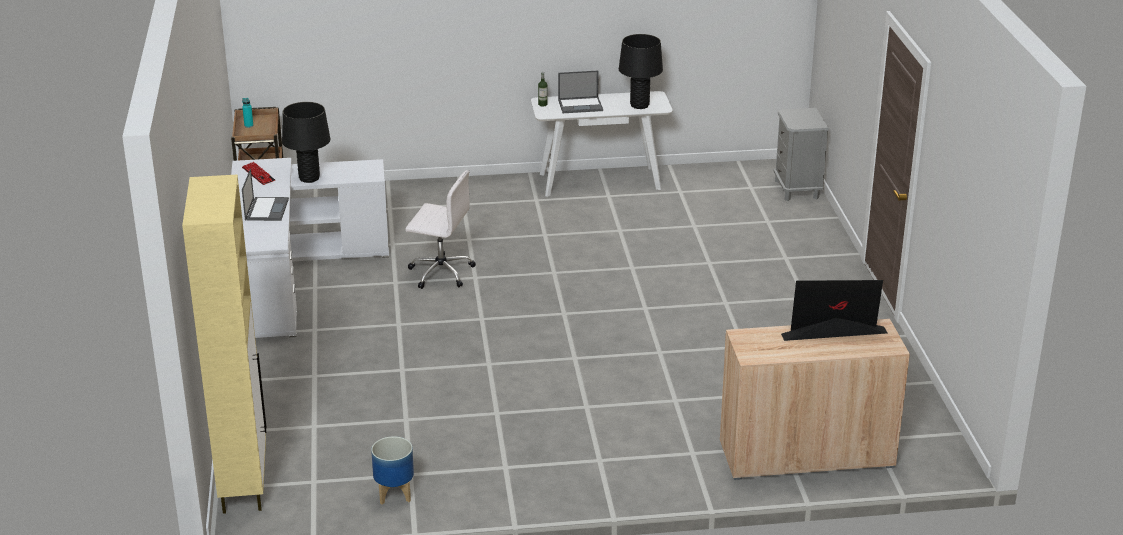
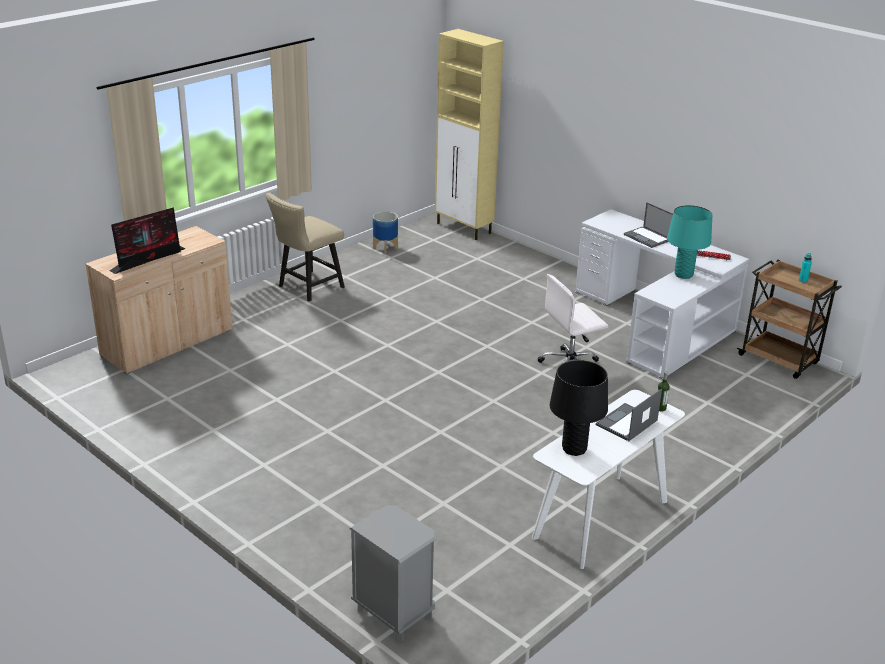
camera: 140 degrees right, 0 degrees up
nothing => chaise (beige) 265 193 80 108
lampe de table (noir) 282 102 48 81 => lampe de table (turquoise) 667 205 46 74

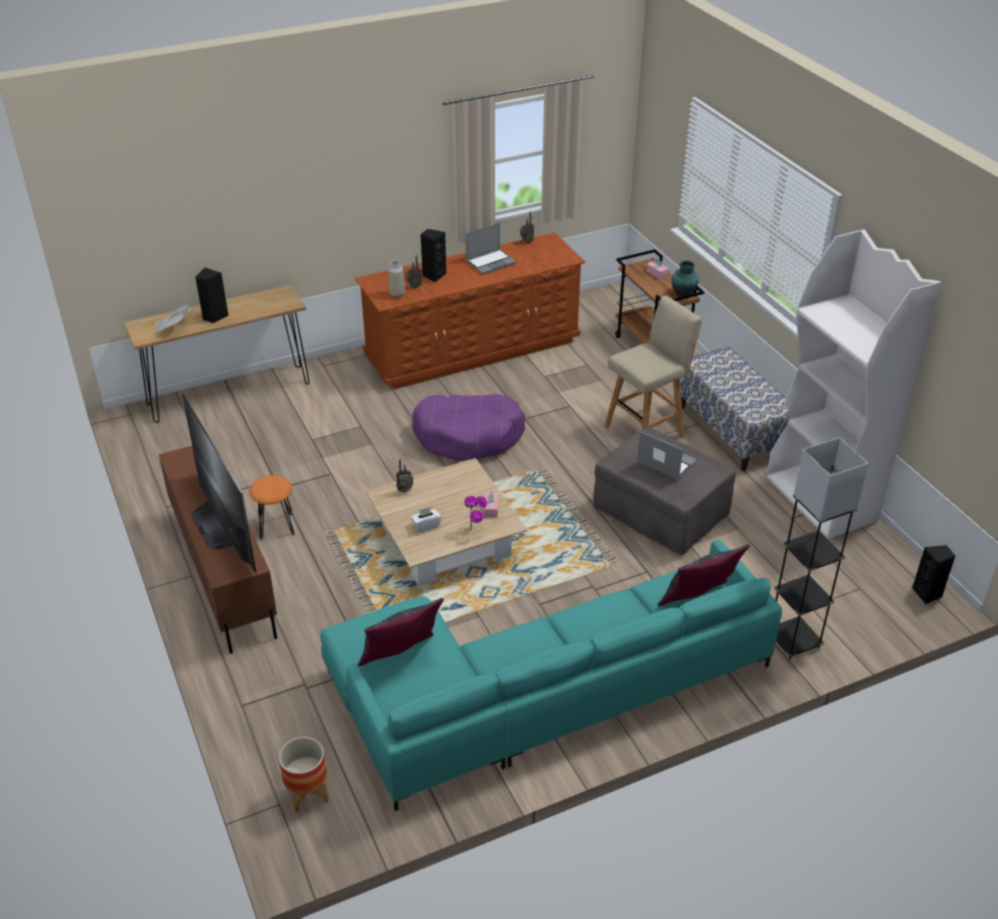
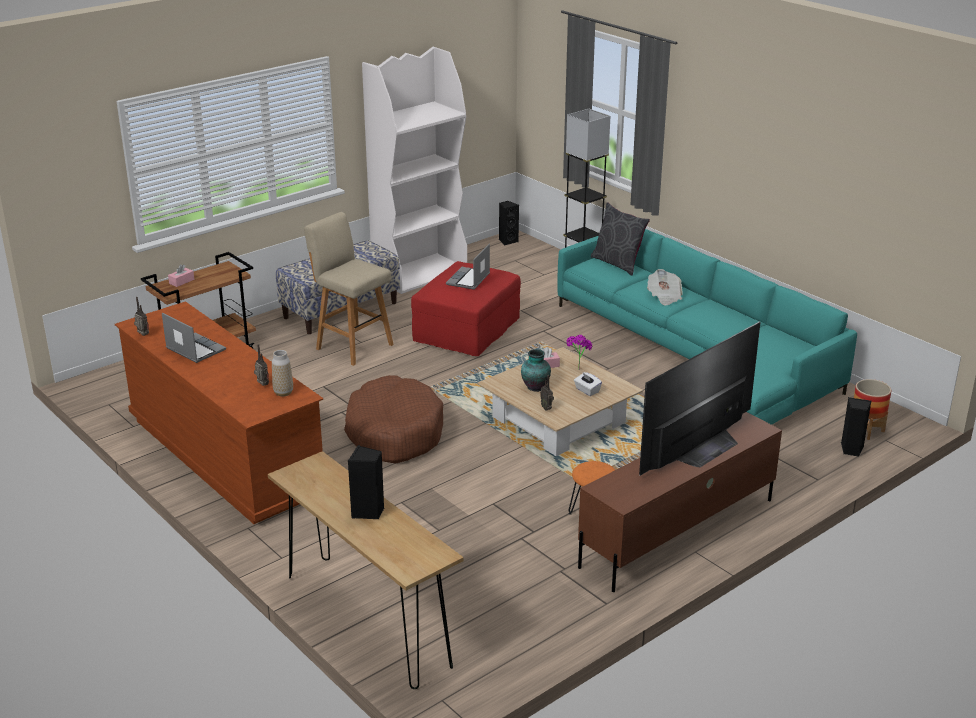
camera: 105 degrees left, 10 degrees down
coussin (gris) 358 598 86 68 => nothing
journal 156 304 34 29 => journal 647 269 36 36, shifted
enceinte (noir) 421 229 26 54 => enceinte (noir) 841 397 31 60, shifted
vase 672 261 27 36 => vase 521 349 30 43, shifted
panier pour chien (violet) 412 394 113 67 => panier pour chien (marron) 344 375 99 89
pouf (gris) 593 427 143 128 => pouf (rouge) 411 261 110 95

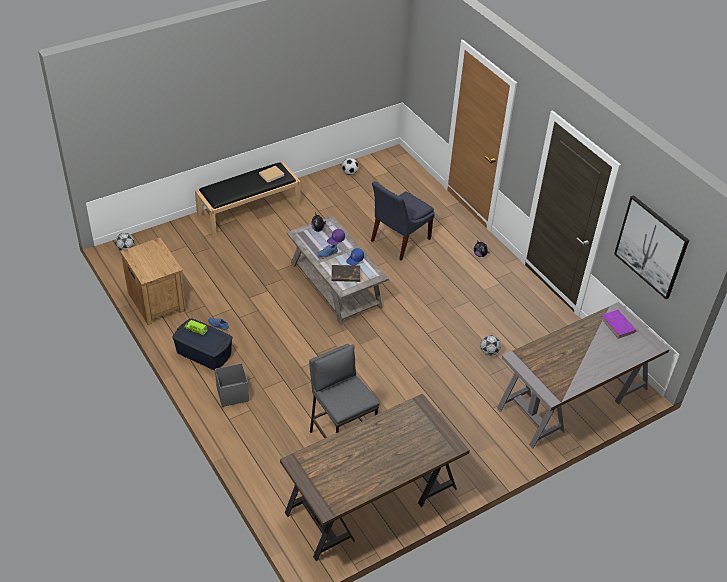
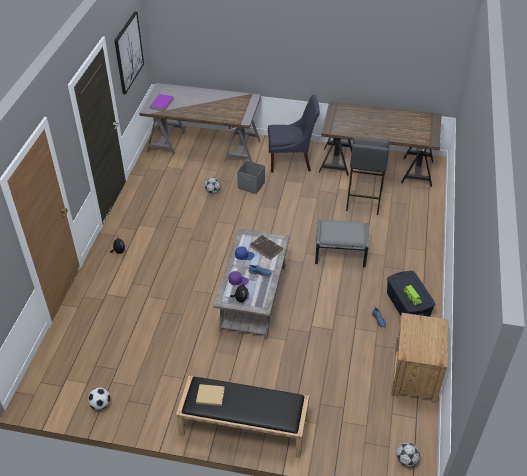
camera: 135 degrees left, 0 degrees up
nothing => pouf (gris) 315 220 54 48
boîte de rangement (gris) 215 363 34 44 => boîte de rangement (gris) 237 160 28 34, shifted
chaise (bleu) 371 181 64 79 => chaise (bleu) 268 94 52 79, shifted

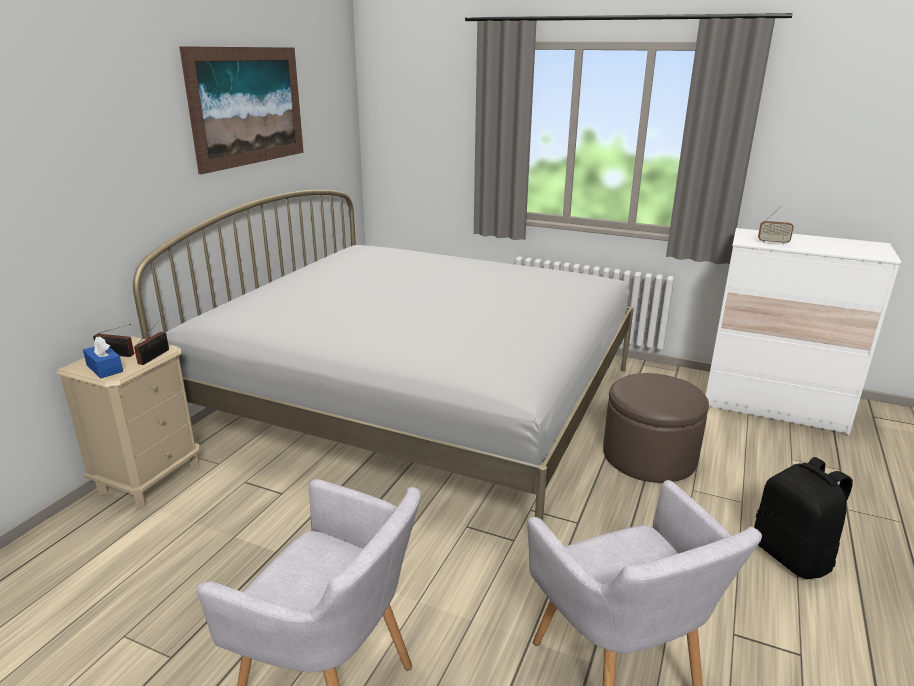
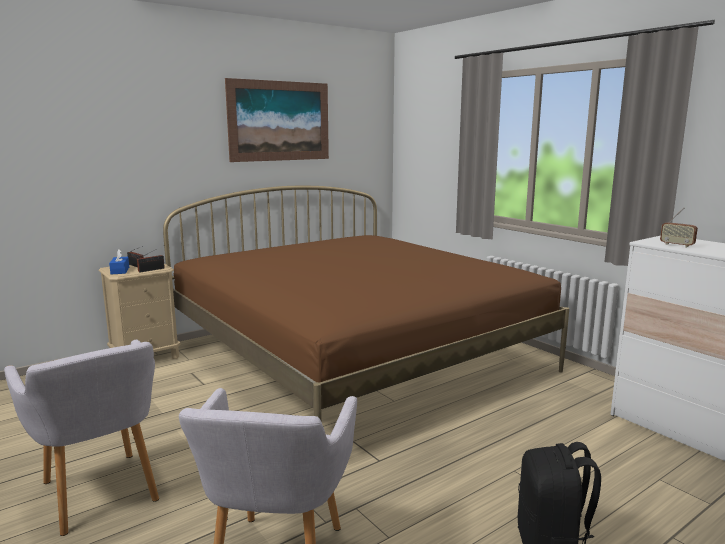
camera: 30 degrees right, 10 degrees down
pouf (marron) 603 373 106 110 => nothing
lit (blanc) 133 190 501 331 => lit (marron) 163 186 406 236

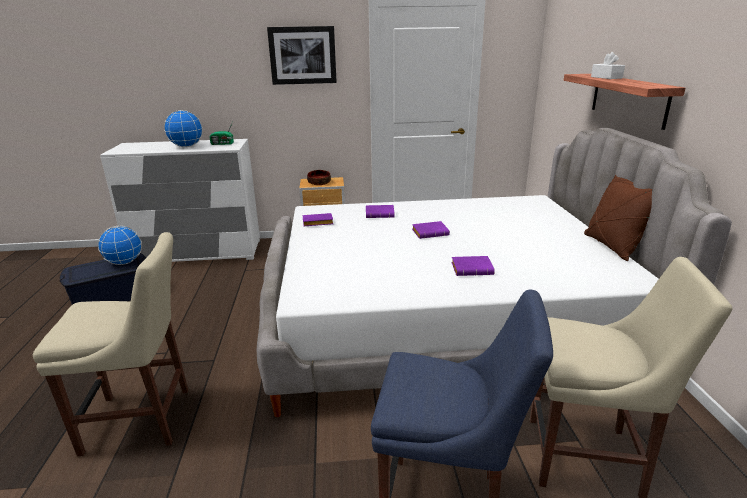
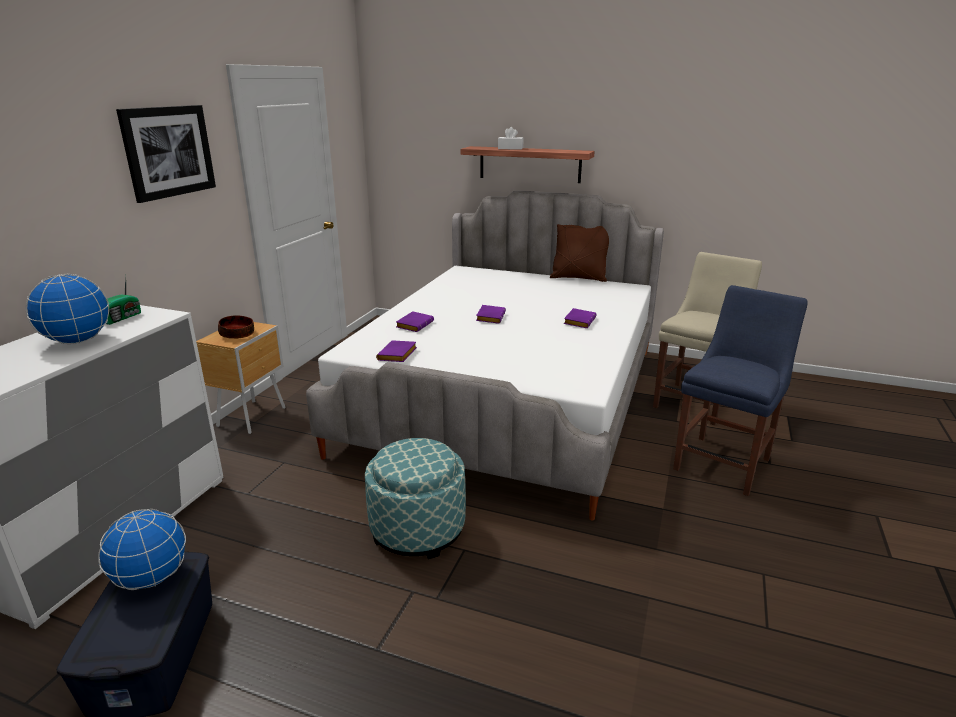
camera: 65 degrees left, 0 degrees up
chaise (beige) 33 232 155 225 => nothing
nothing => pouf 365 438 101 121

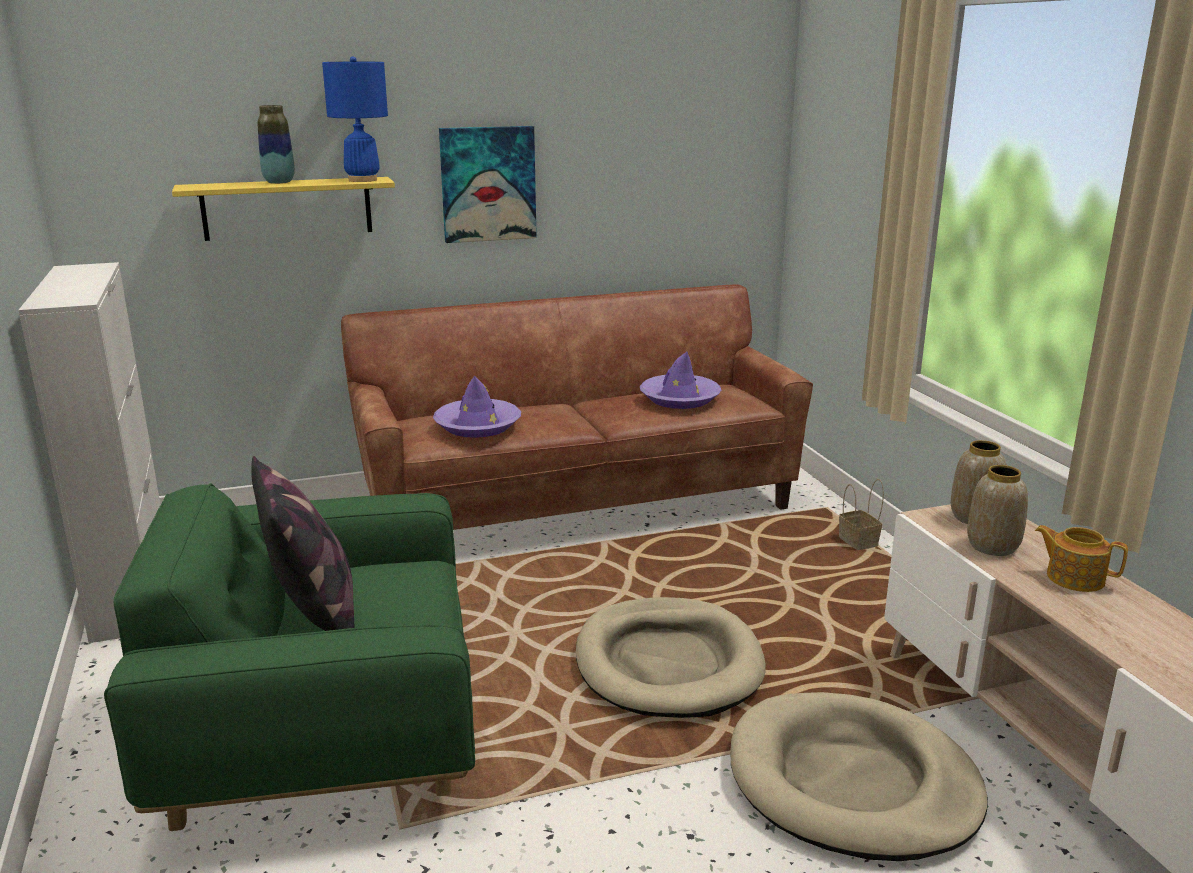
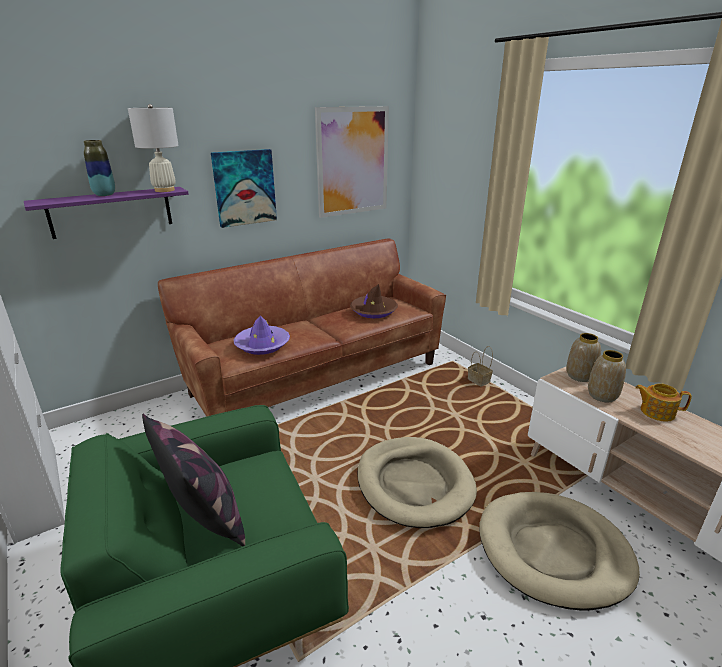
camera: 15 degrees left, 5 degrees up
nothing => tableau 315 106 74 112
étagère (jaune) 172 177 223 64 => étagère (violet) 24 187 165 52
lampe de table (bleu) 322 57 66 125 => lampe de table (blanc) 128 104 51 88
chapeau (violet) 640 352 81 57 => chapeau (marron) 350 284 48 34

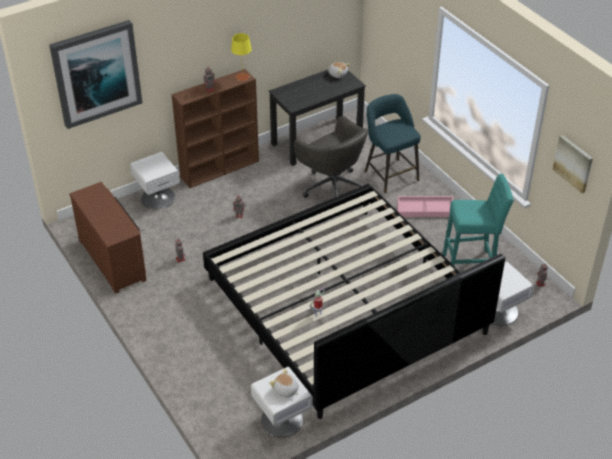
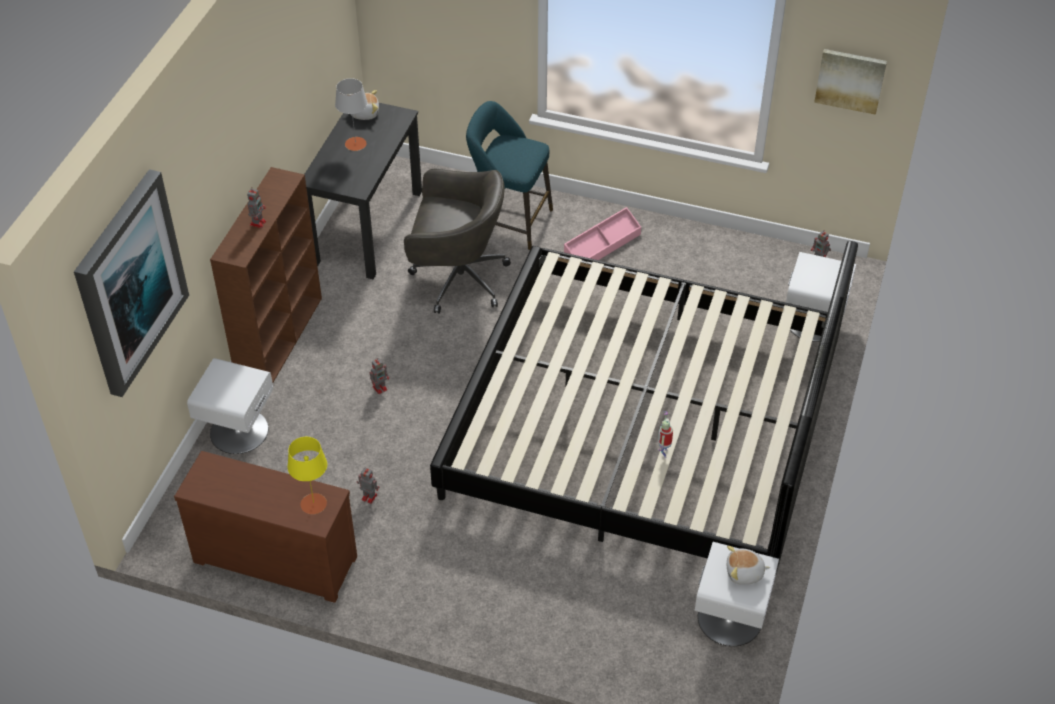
camera: 40 degrees left, 5 degrees up
tabouret (turquoise) 442 173 72 93 => nothing
nothing => lampe de table (gris) 335 78 33 73
lampe de table (jaune) 231 33 21 48 => lampe de table (jaune) 287 437 40 77, shifted

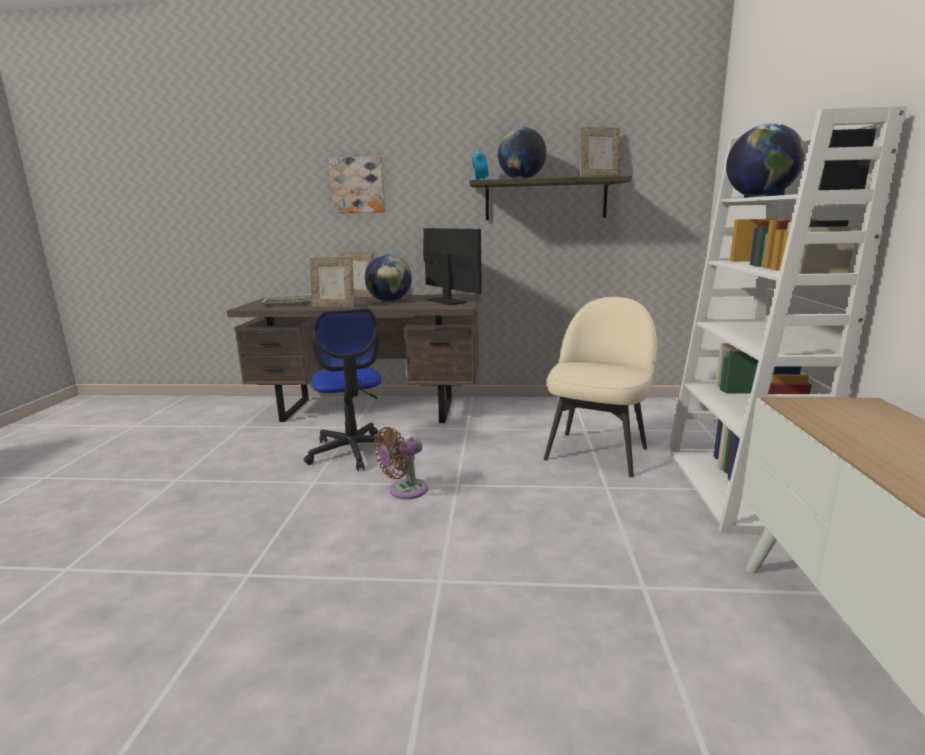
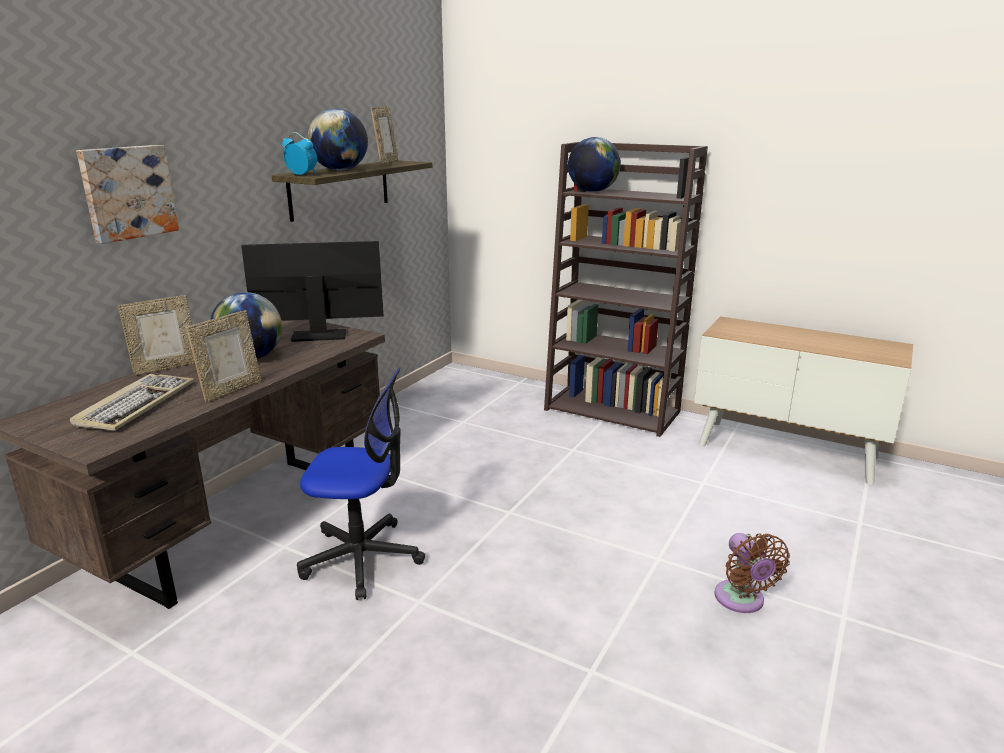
camera: 65 degrees left, 5 degrees up
chaise (beige) 544 297 113 180 => nothing
ventilateur (marron) 374 427 54 72 => ventilateur (marron) 715 533 75 80, shifted
bibliothèque (blanc) 668 106 239 428 => bibliothèque (marron) 544 142 164 295

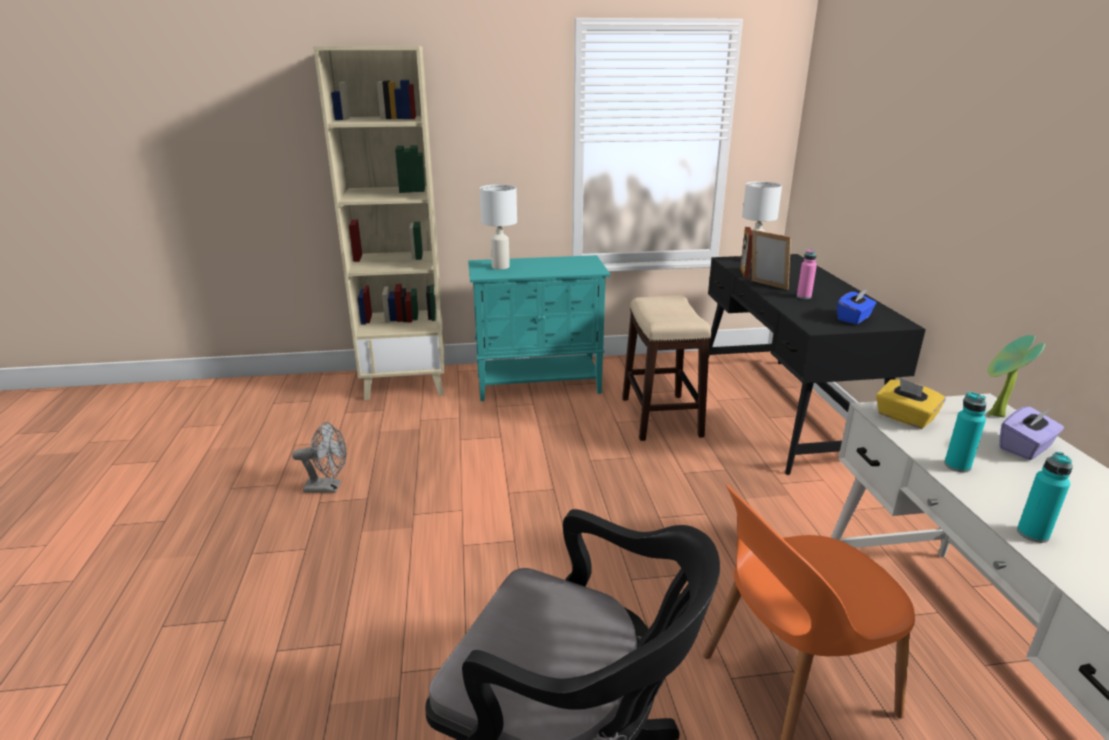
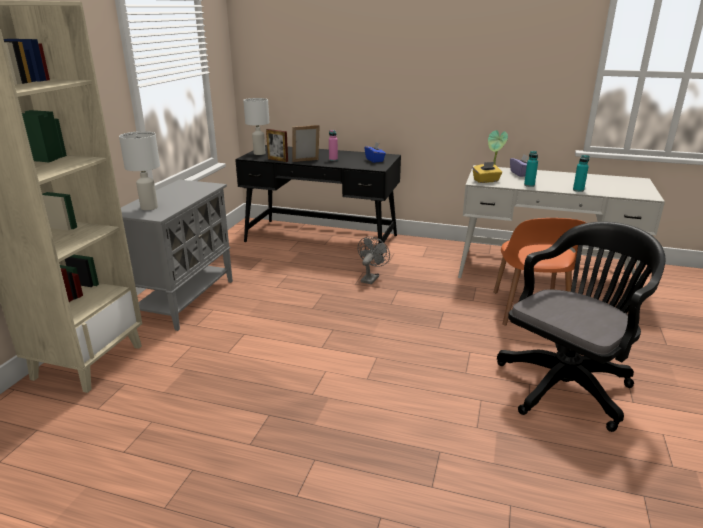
camera: 65 degrees left, 0 degrees up
tabouret 622 295 89 146 => nothing
ventilateur (gris) 292 422 54 71 => ventilateur (gris) 358 236 32 48, shifted
meuble de rangement (turquoise) 468 255 142 146 => meuble de rangement (gris) 121 180 112 151

